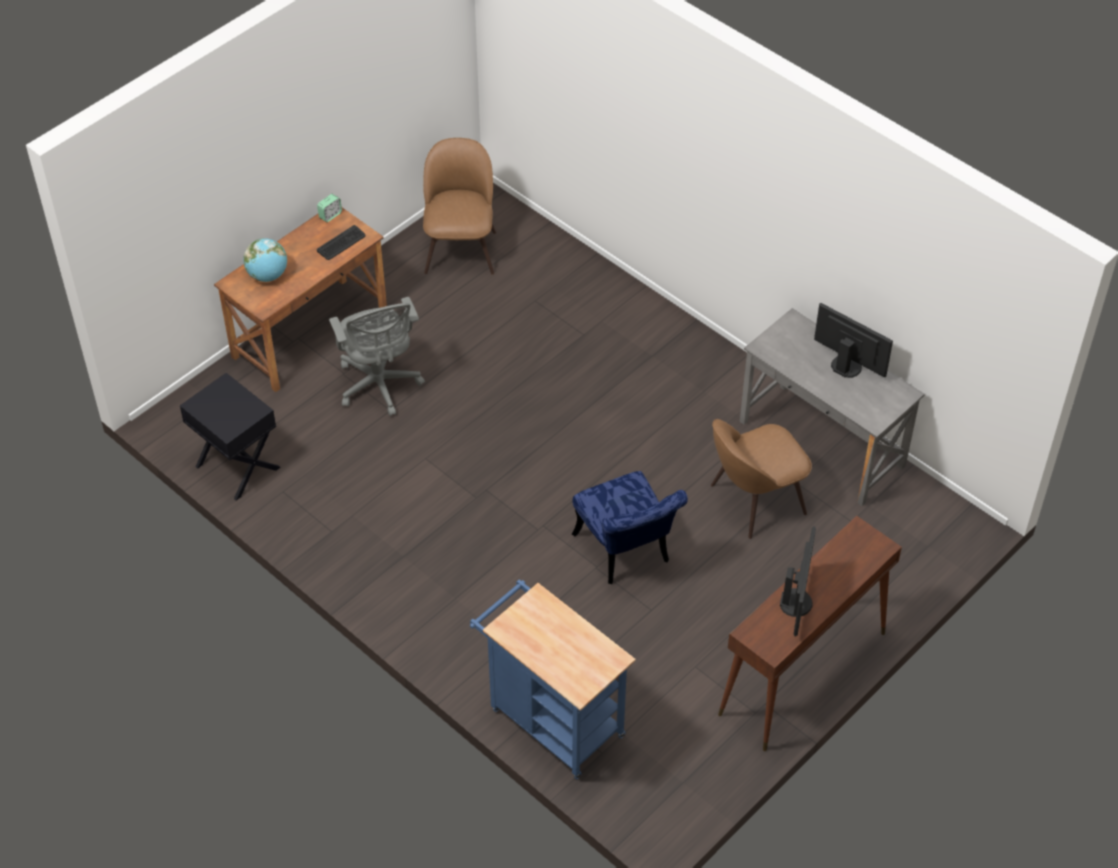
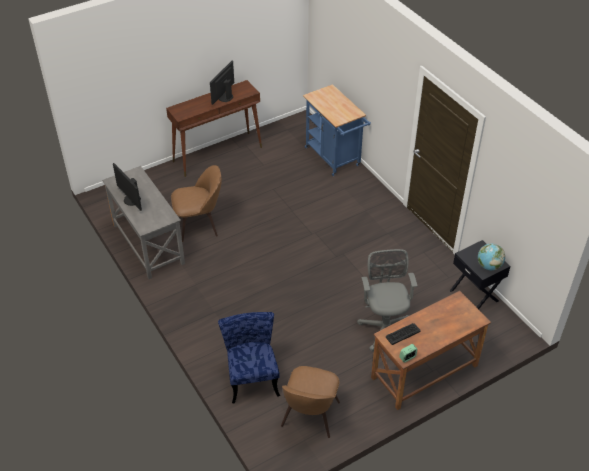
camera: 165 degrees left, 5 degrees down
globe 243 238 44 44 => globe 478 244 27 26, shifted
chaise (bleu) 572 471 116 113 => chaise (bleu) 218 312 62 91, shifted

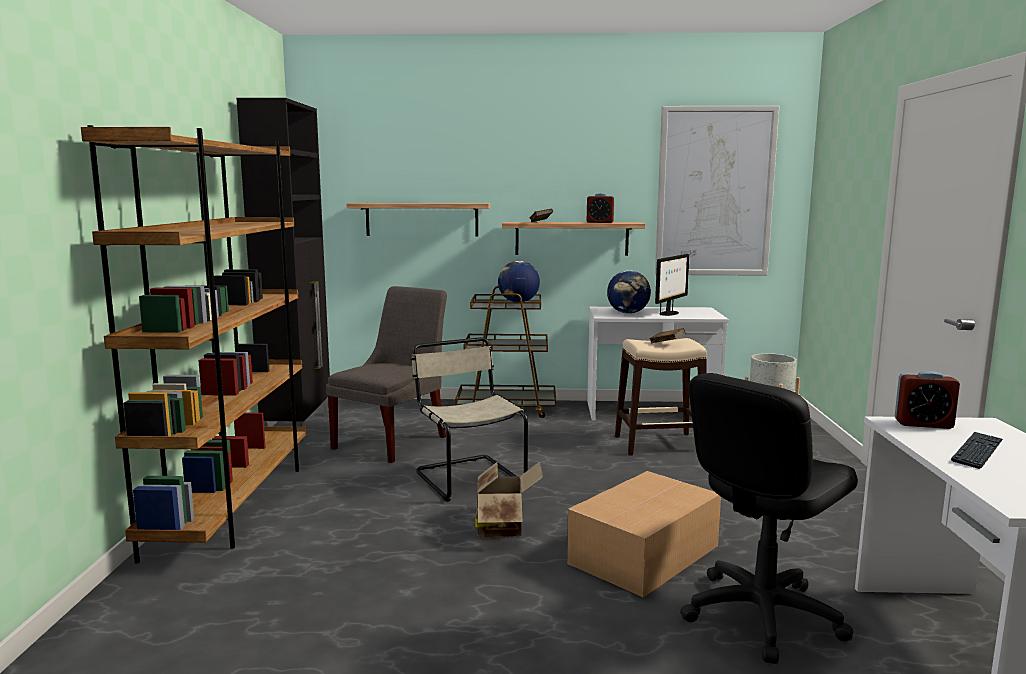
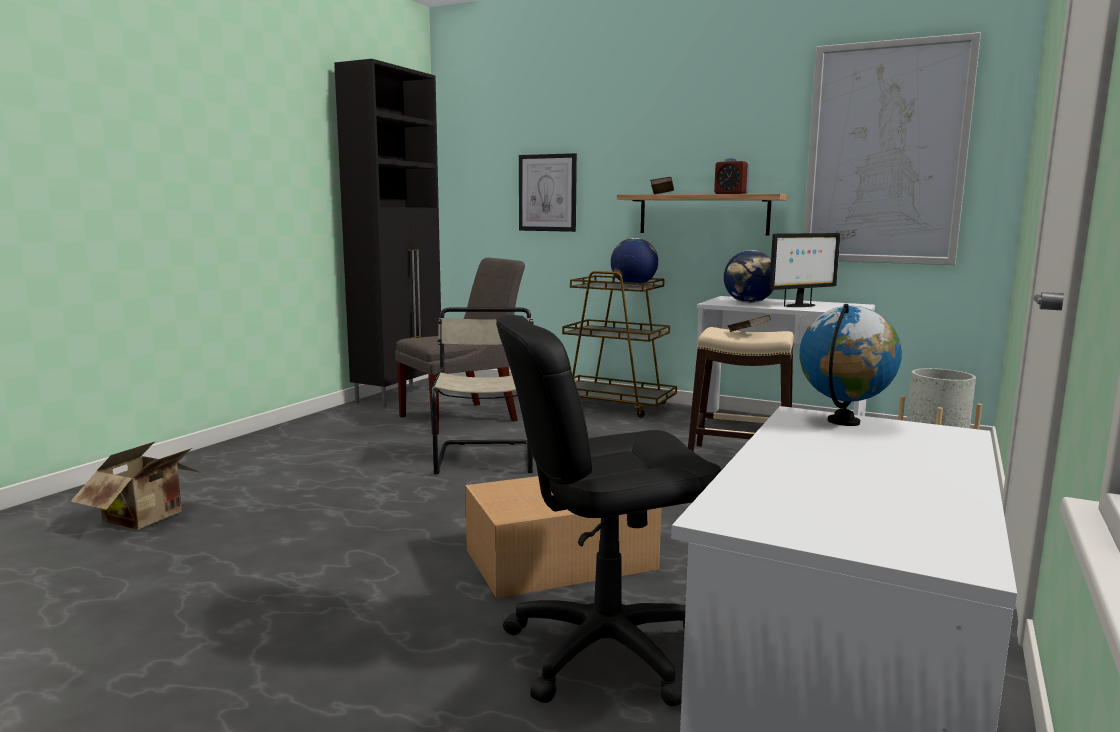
camera: 25 degrees right, 0 degrees up
bibliothèque (marron) 81 125 225 439 => nothing
clavier 951 432 52 37 => nothing
carton 475 462 68 76 => carton 70 441 132 88, shifted
étagère 346 203 144 34 => tableau 519 153 58 79
réveil 895 371 65 58 => globe 799 304 103 122

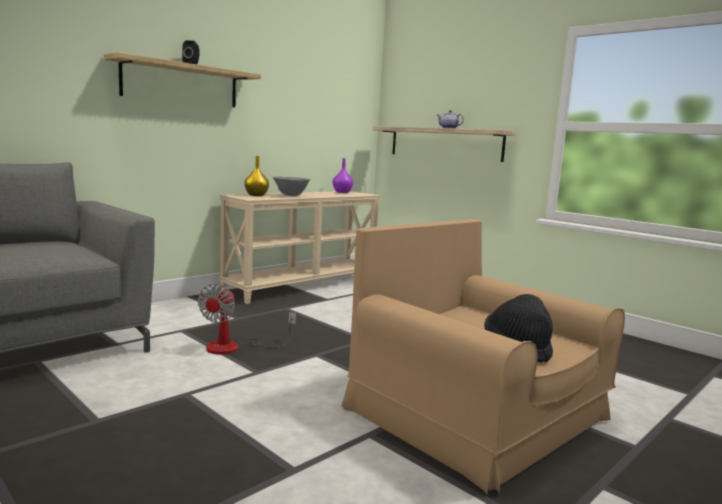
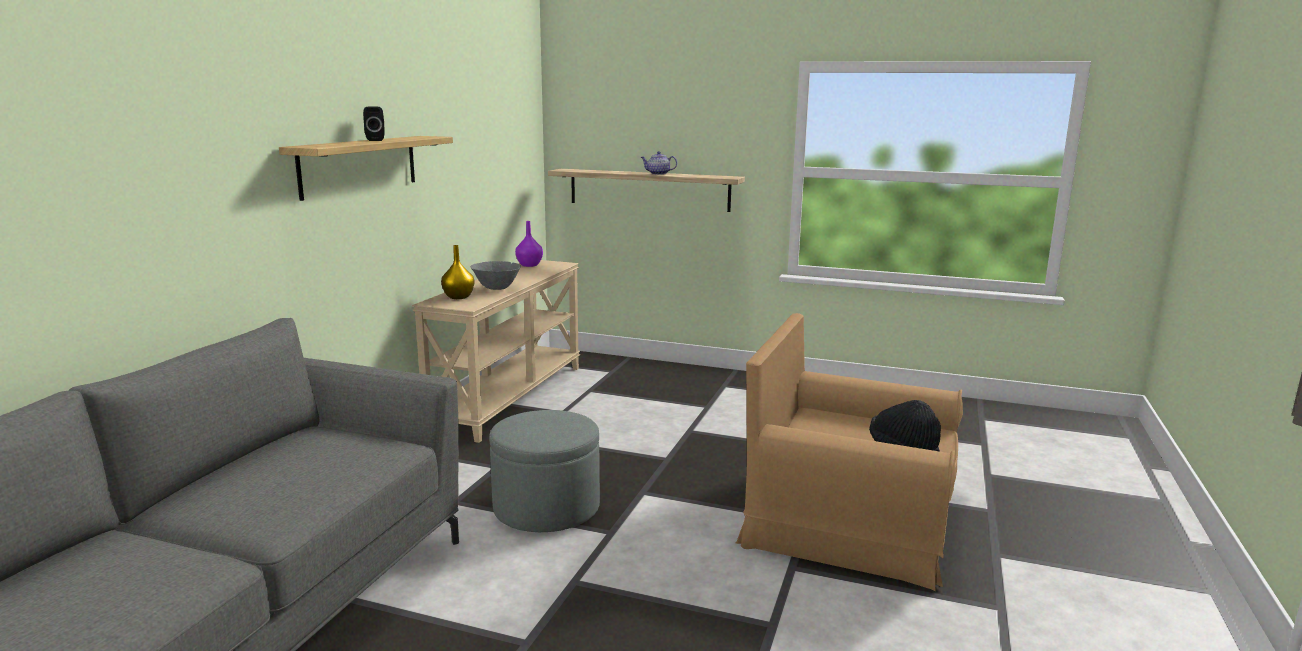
camera: 25 degrees left, 5 degrees up
ventilateur 198 284 98 71 => pouf (gris) 489 410 111 122

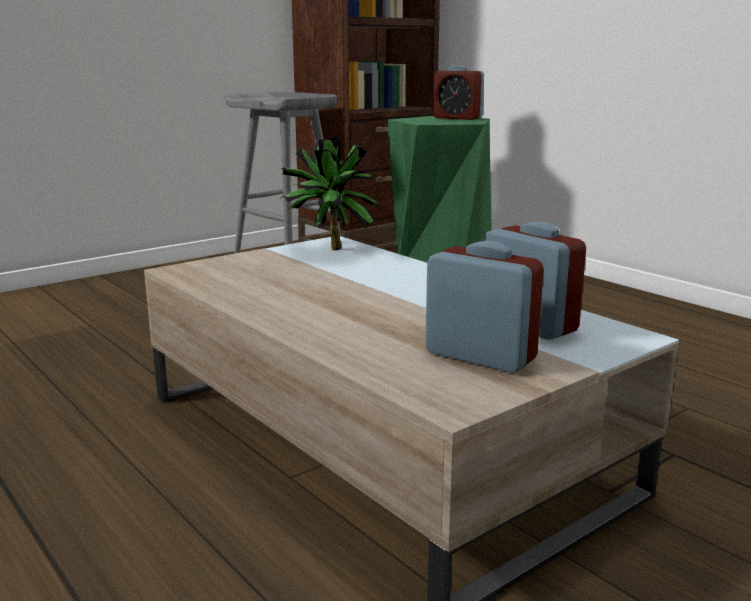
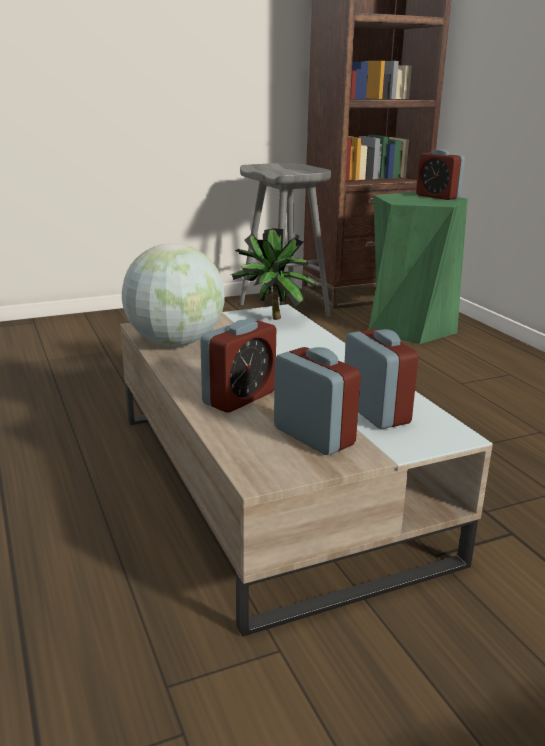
camera: 15 degrees right, 5 degrees up
nothing => globe 122 243 103 103
nothing => réveil 200 318 76 95

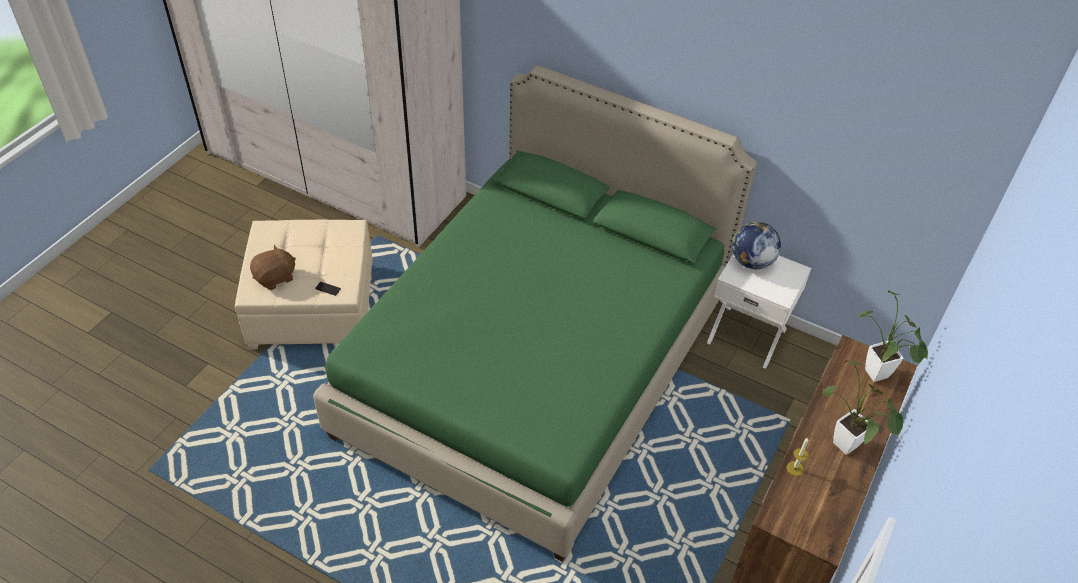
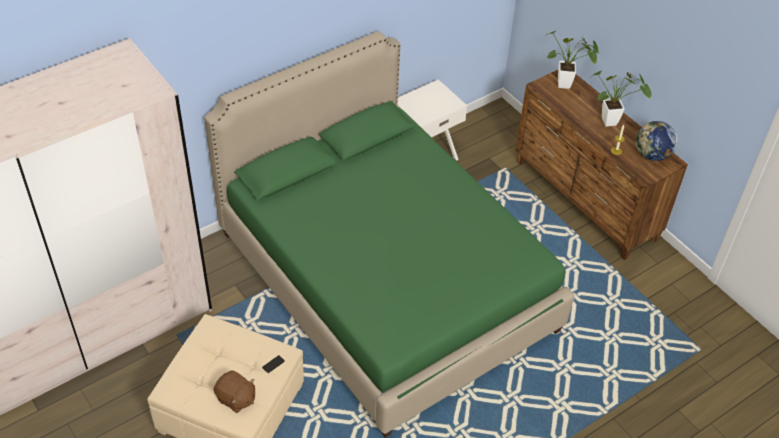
camera: 65 degrees left, 0 degrees up
globe 732 222 49 47 => globe 636 121 41 40, shifted
peluche (marron) 250 245 46 45 => peluche (marron) 213 370 42 43, 135 degrees clockwise

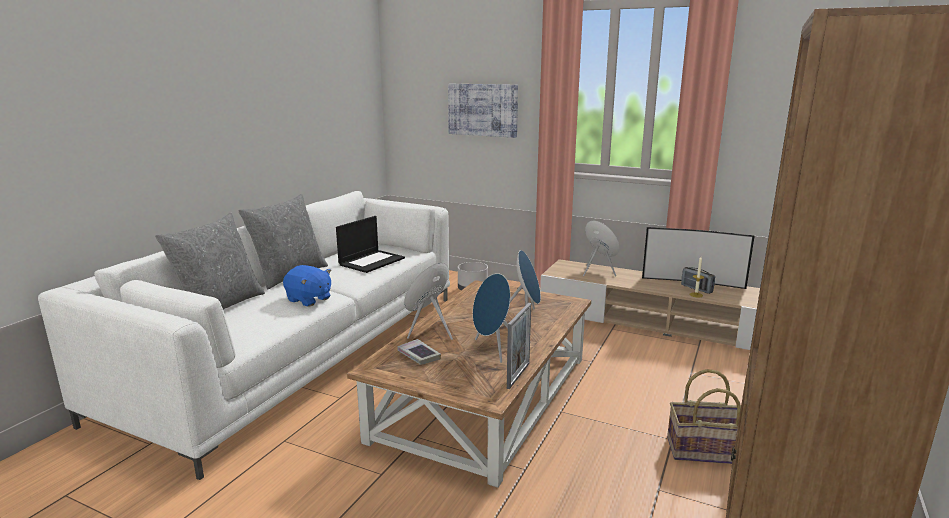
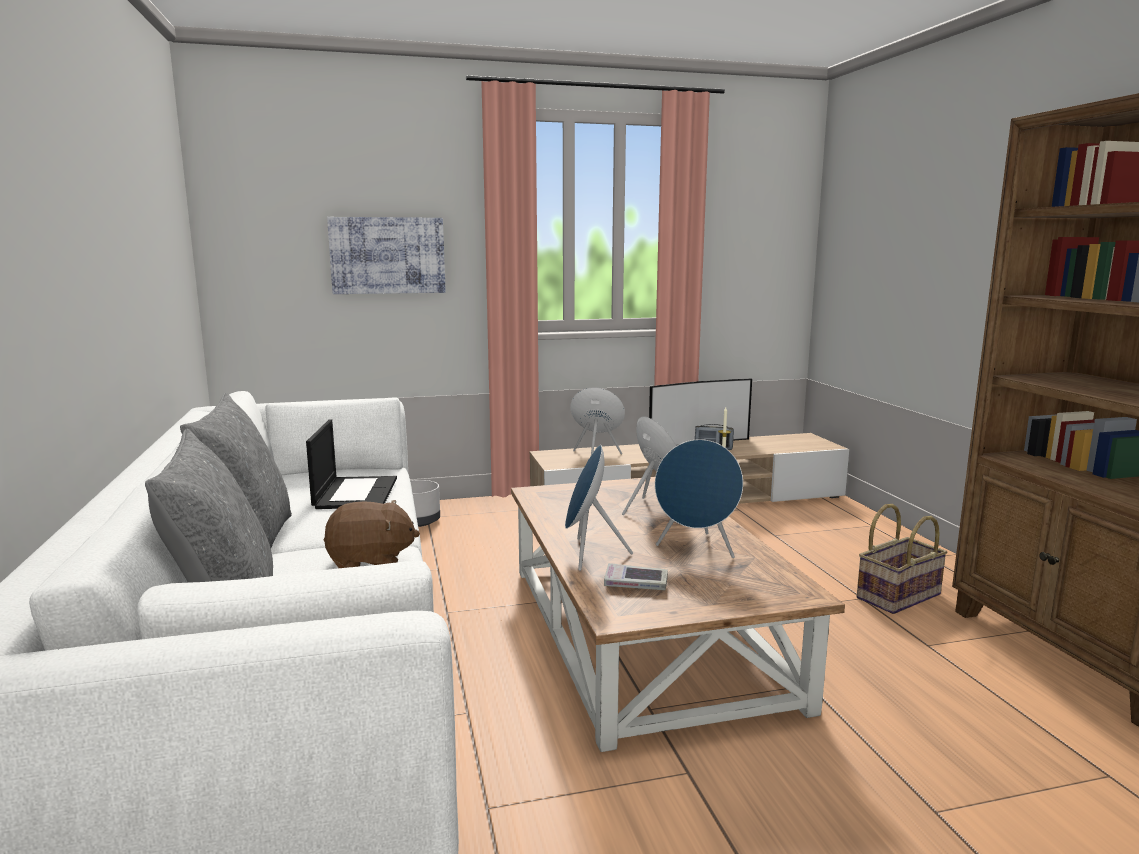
camera: 40 degrees left, 5 degrees down
cadre photo 507 303 24 86 => nothing
peluche (bleu) 283 265 48 41 => peluche (marron) 324 500 96 68

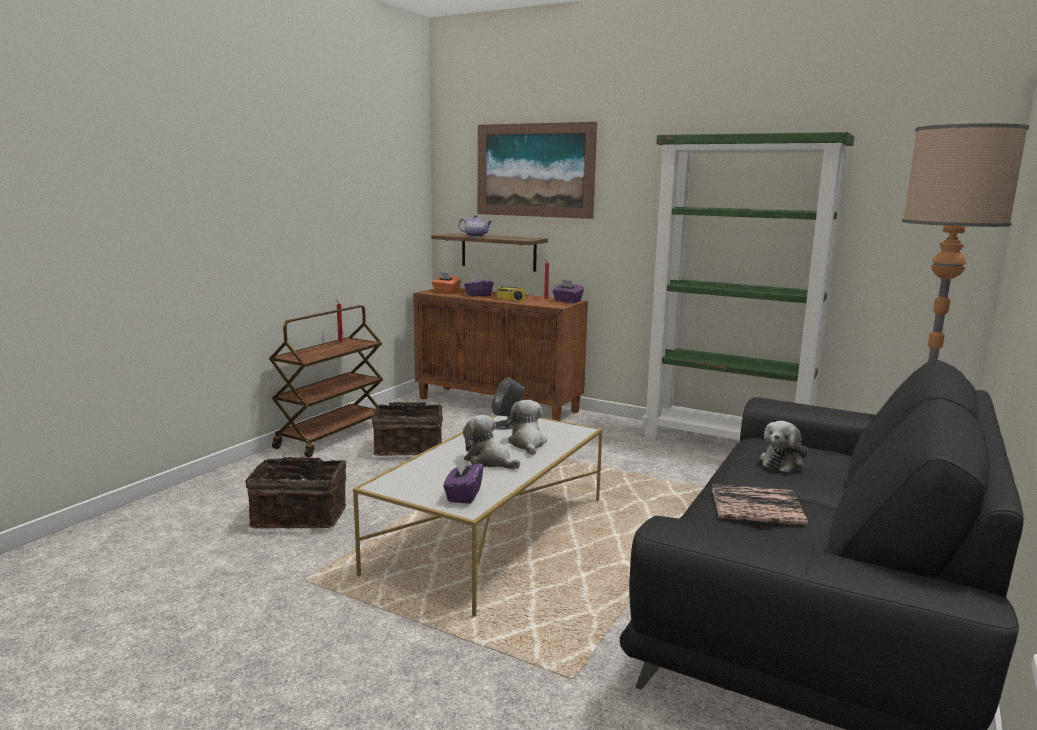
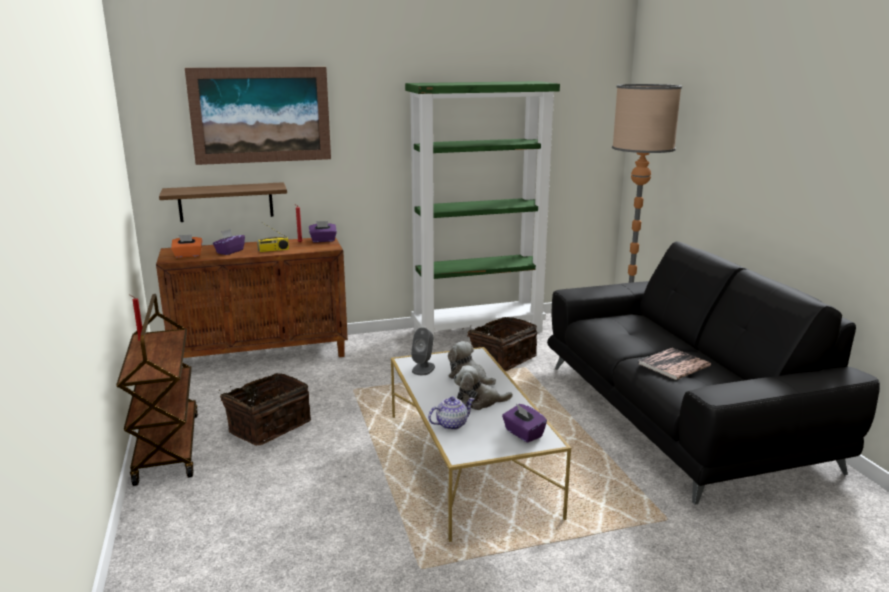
camera: 45 degrees left, 5 degrees up
peluche 760 421 48 52 => nothing
panier 245 456 101 72 => panier 463 317 74 54, shifted
théière 459 215 33 22 => théière 428 397 47 33, shifted

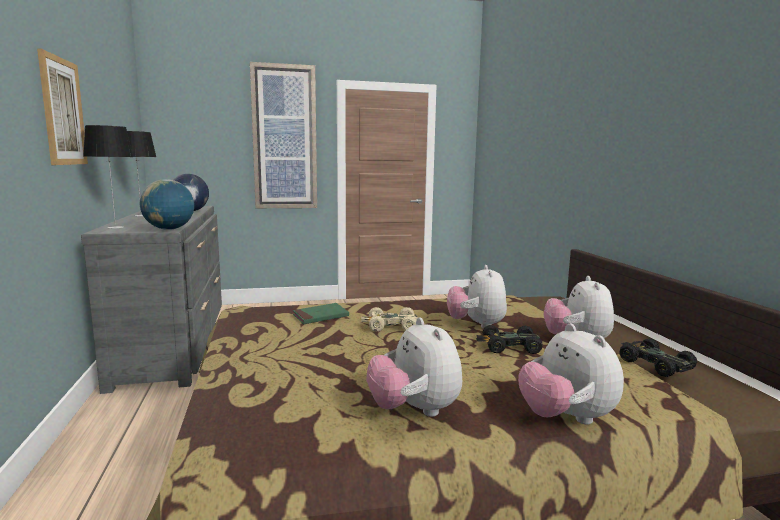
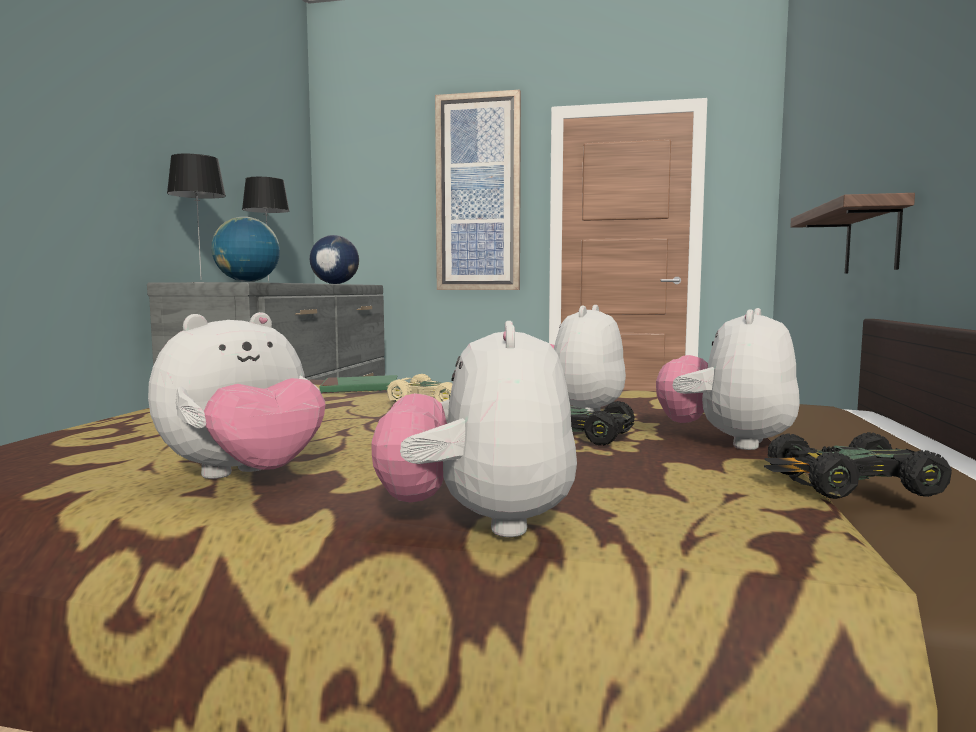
camera: 25 degrees right, 5 degrees down
tableau 37 48 51 117 => nothing
nothing => étagère 790 193 125 81
peluche 366 317 96 100 => peluche 148 312 177 167, 135 degrees counterclockwise
petite voiture (noir) 620 338 77 39 => petite voiture (noir) 764 432 188 67, 90 degrees counterclockwise

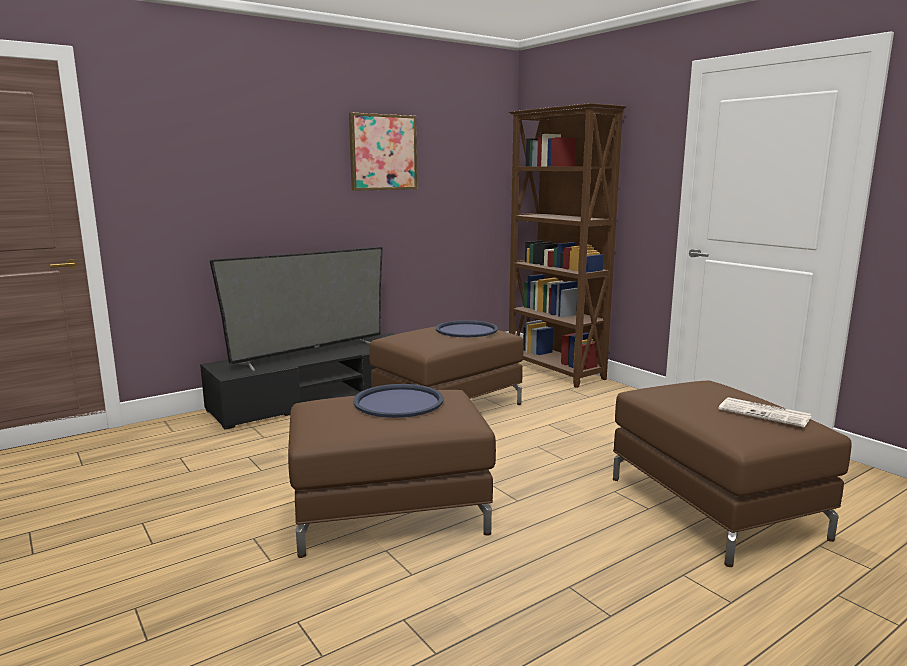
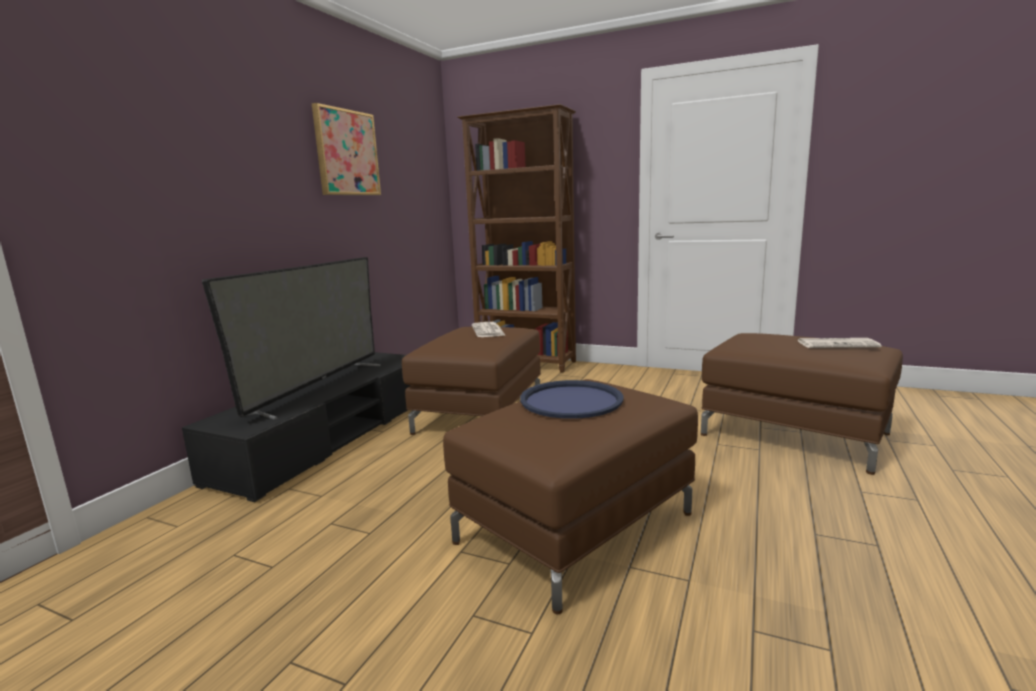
camera: 30 degrees left, 0 degrees up
plateau (bleu) 436 320 62 17 => journal 472 322 34 15

